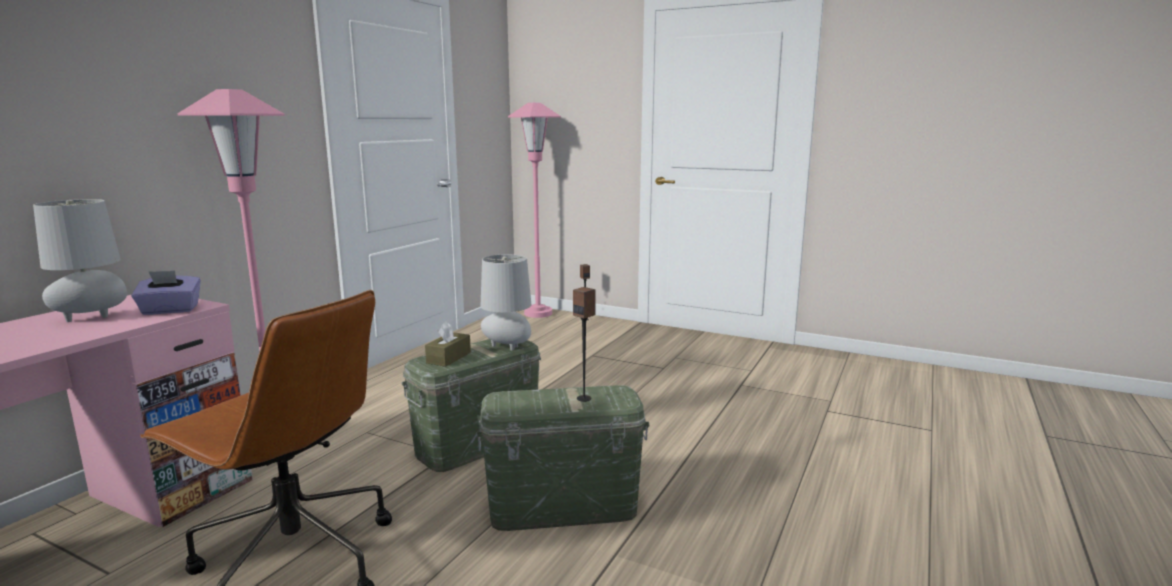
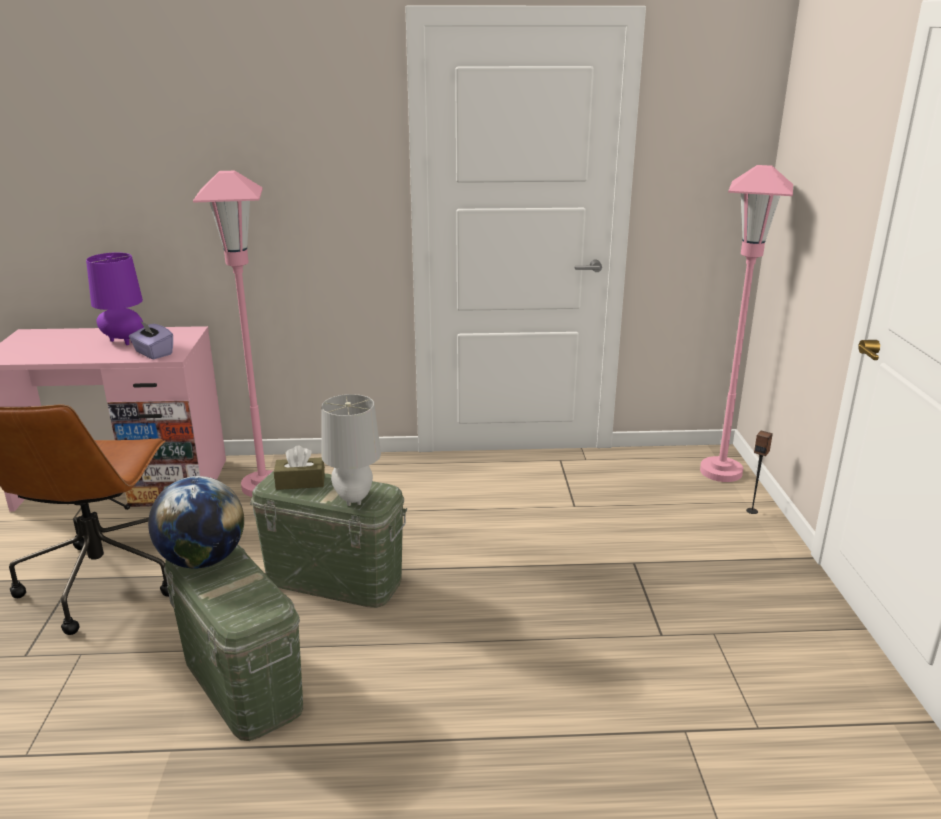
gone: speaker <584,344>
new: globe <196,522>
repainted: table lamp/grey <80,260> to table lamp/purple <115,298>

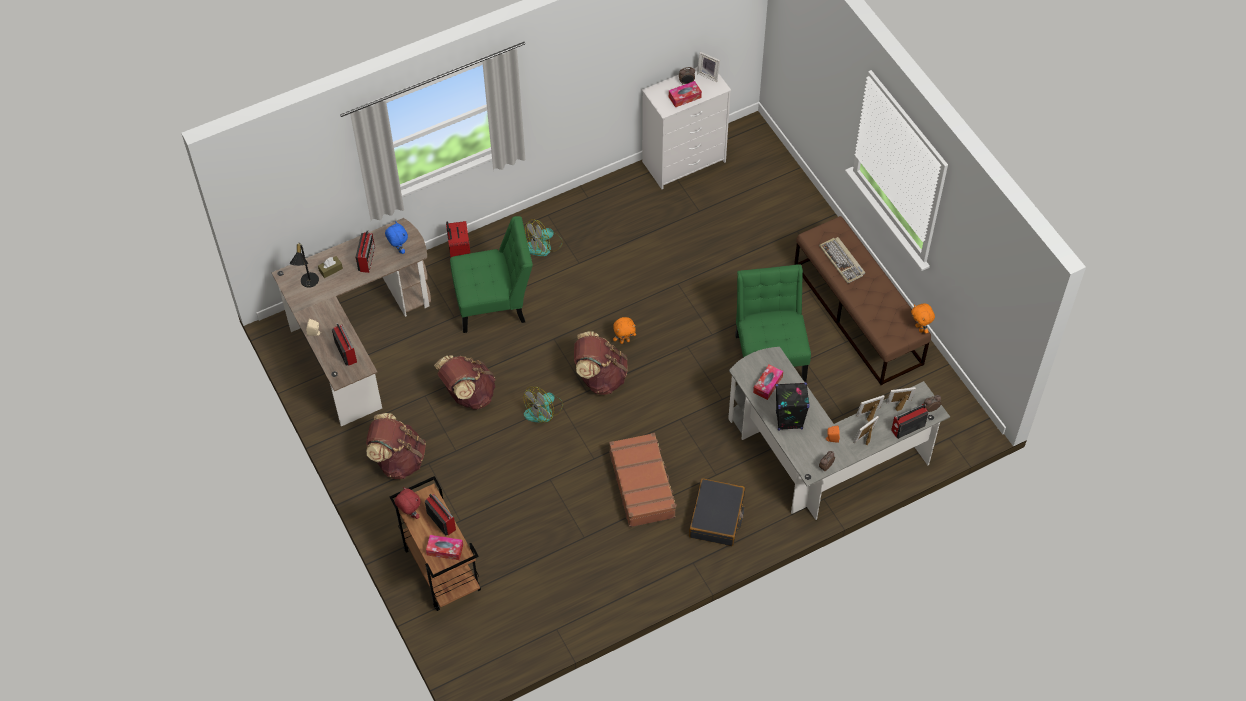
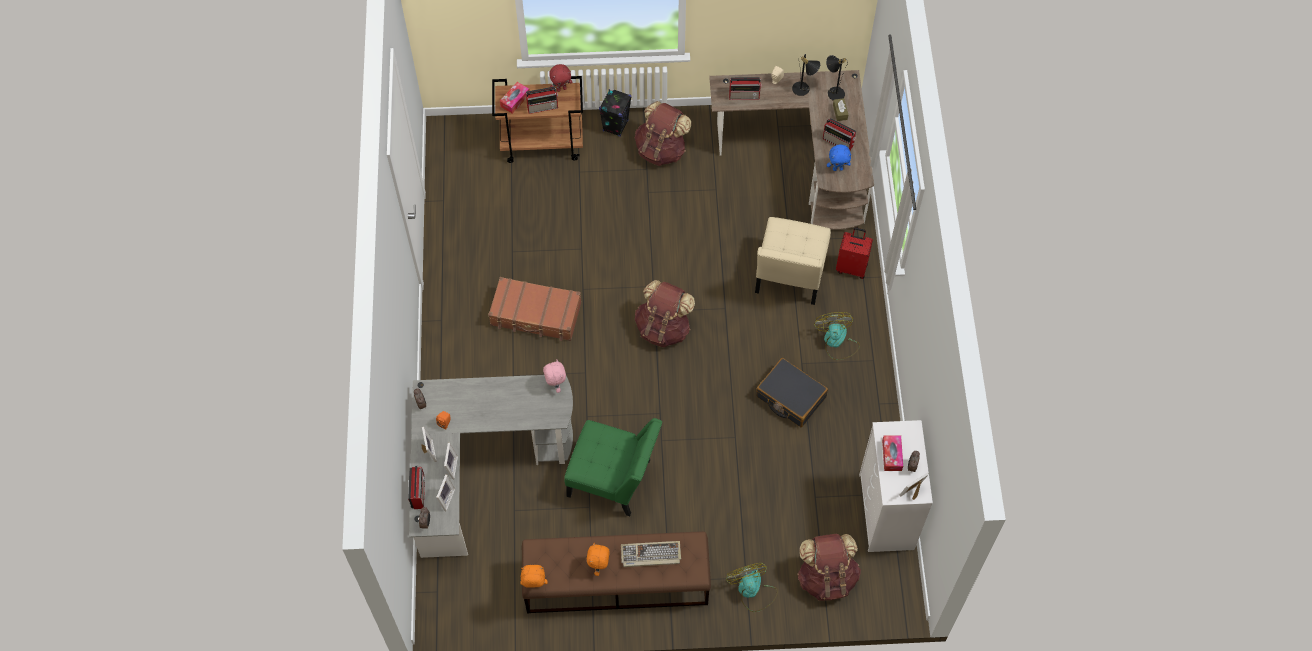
gone: tissue box <768,382>
new: plush toy/pink <554,376>; table lamp/black <806,75>
shifted: plush toy/orange <624,330> to <598,559>; speaker/black <792,406> to <615,113>; fan <543,405> to <752,587>; suitcase/black <717,512> to <792,392>; backpack/brown <465,382> to <829,567>
repainted: chair/green <491,274> to chair/beige <793,261>

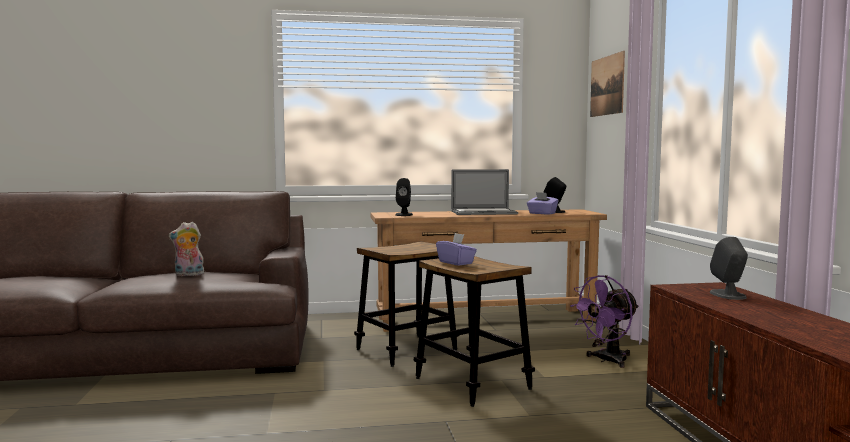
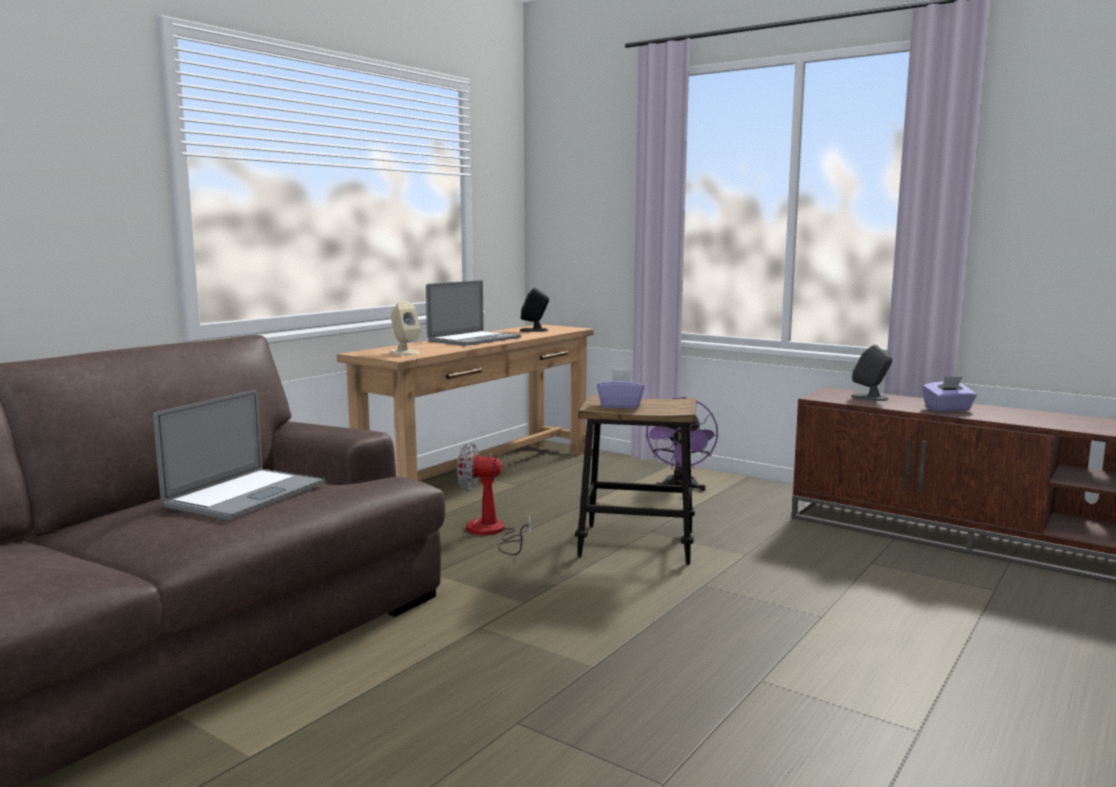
gone: picture <607,84>
shifted: tissue box/purple <542,203> to <949,394>
swapped: plush toy <186,249> to laptop <239,455>; stool <406,304> to fan <494,498>
repainted: speaker/black <404,197> to speaker/beige <405,328>

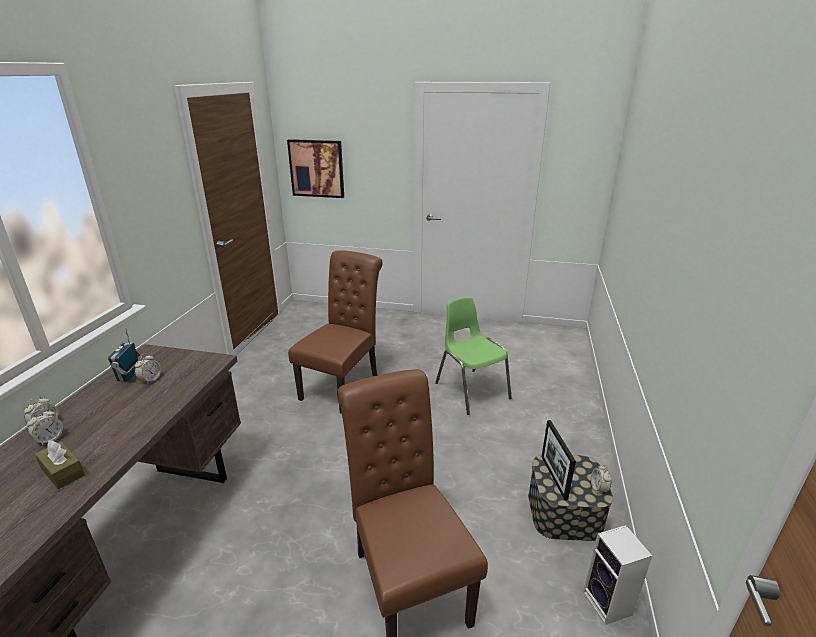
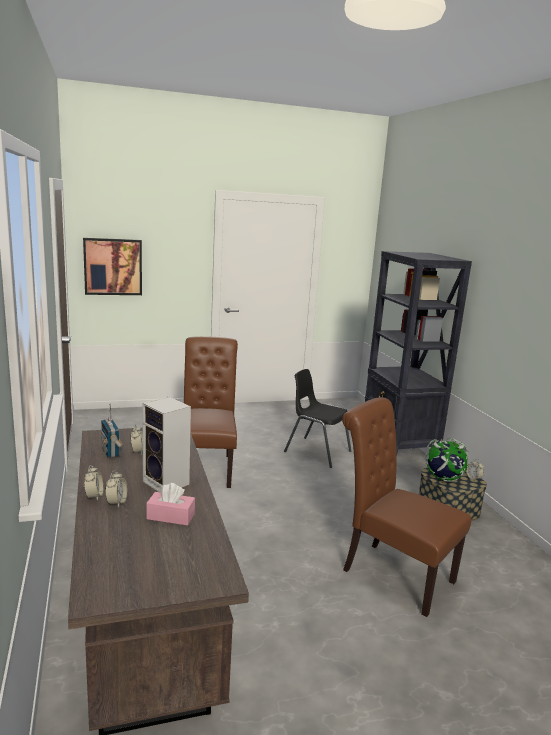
new: bookcase/black <418,351>
shifted: speaker <617,575> to <166,444>
swapped: picture frame <559,460> to globe <446,460>
repainted: tissue box/brown <60,464> to tissue box/pink <170,504>; chair/green <473,356> to chair/black <317,418>

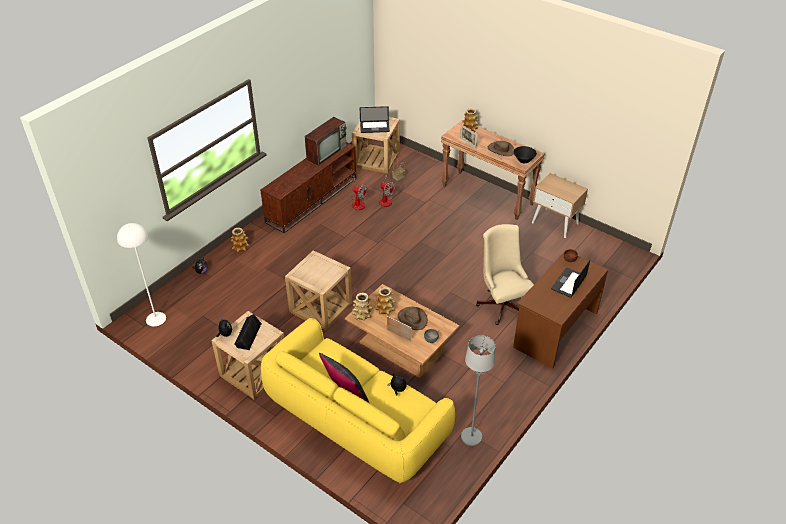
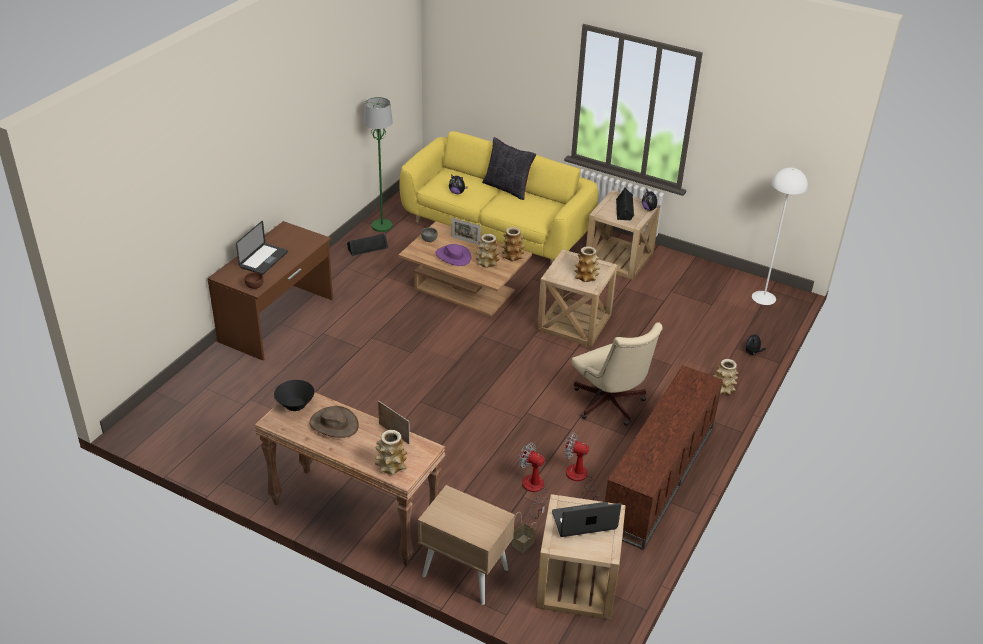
gone: television <326,141>
new: speaker/black <367,244>; vase <587,264>
shifted: nightstand/beige <560,205> to <466,545>; office chair/beige <505,274> to <617,374>
repainted: floor lamp/grey <478,390> to floor lamp/green <378,164>; hat/brown <413,318> to hat/purple <453,255>

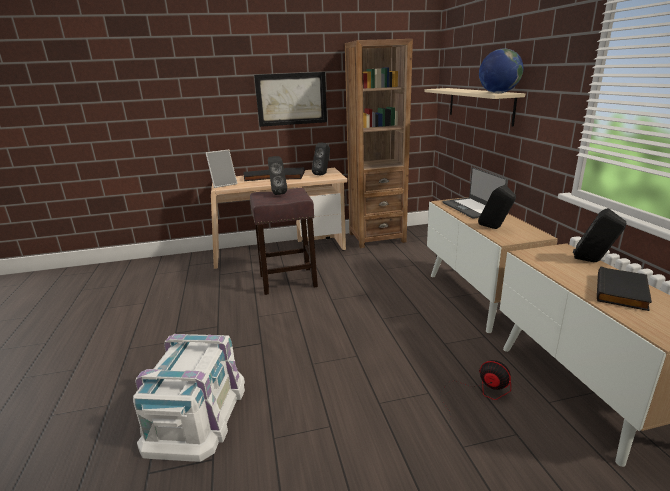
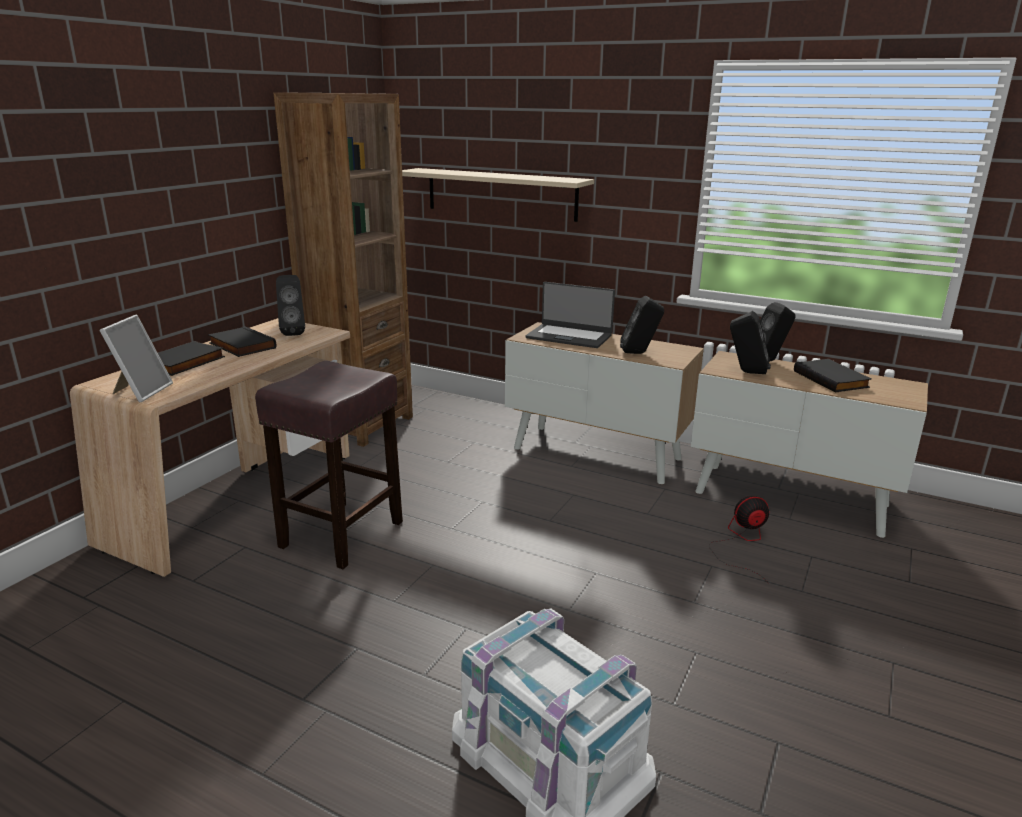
gone: picture <290,99>; globe <501,70>
shifted: speaker/black <277,175> to <750,342>

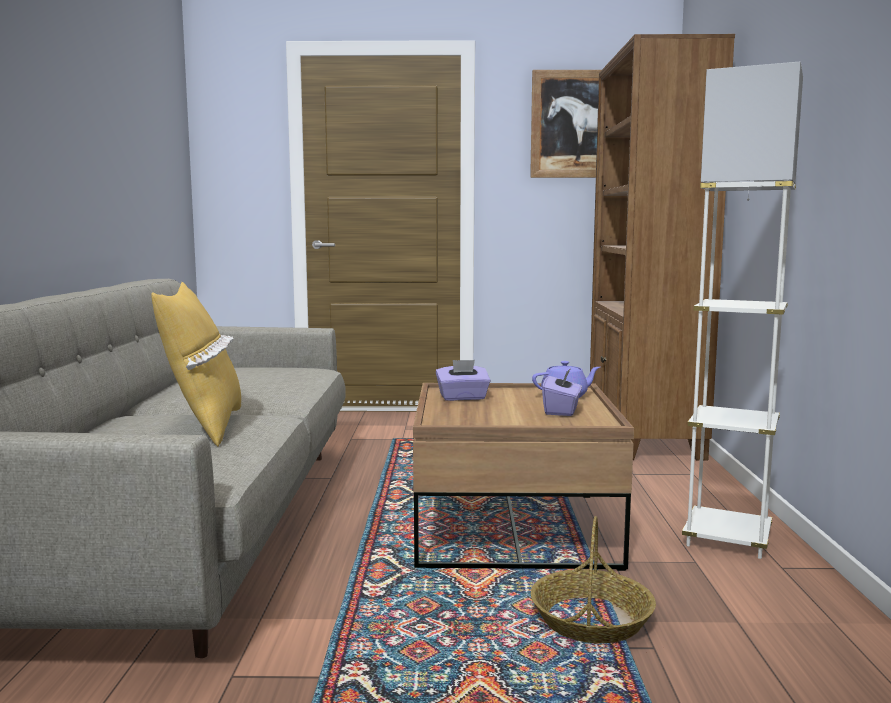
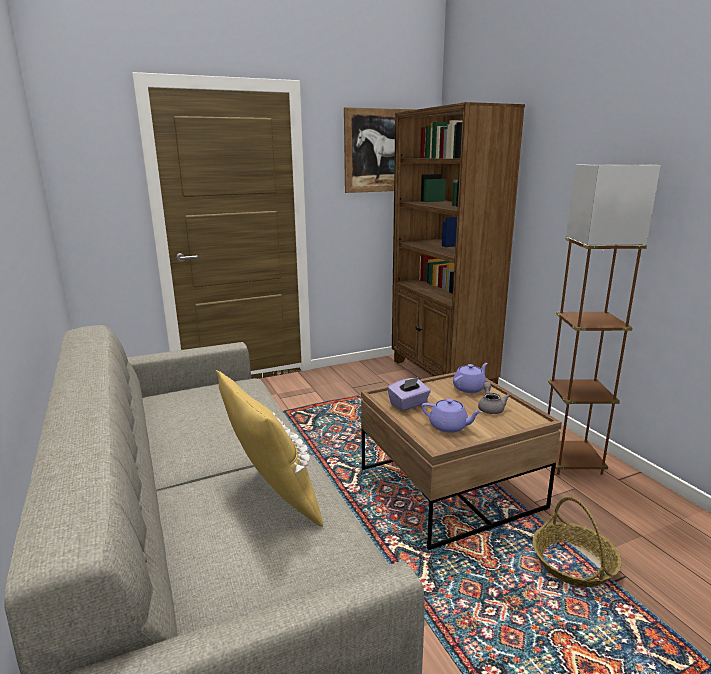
new: teapot/purple <452,416>
swapped: tissue box/purple <562,392> to teapot/grey <494,398>
repainted: floor lamp/white <742,310> to floor lamp/brown <604,319>

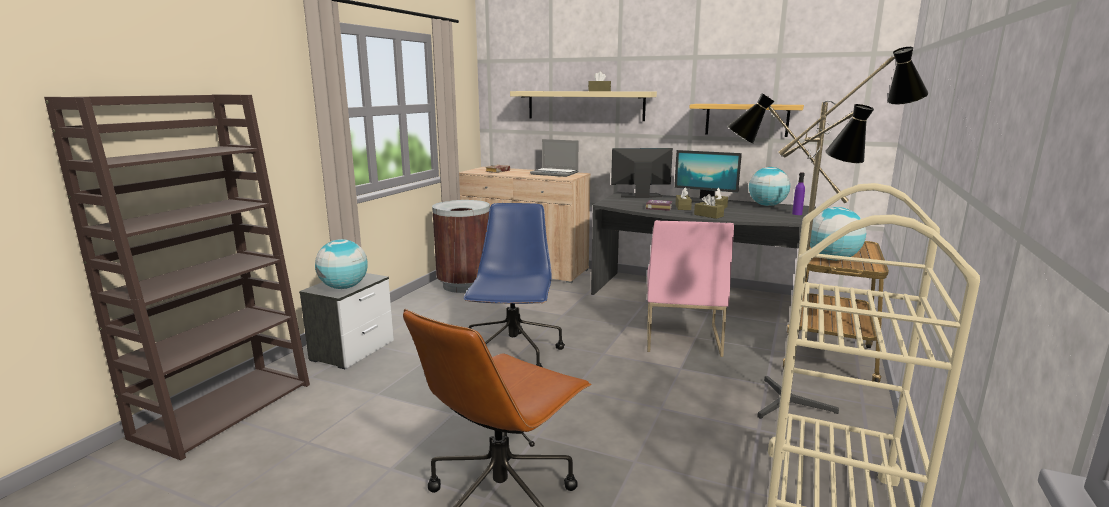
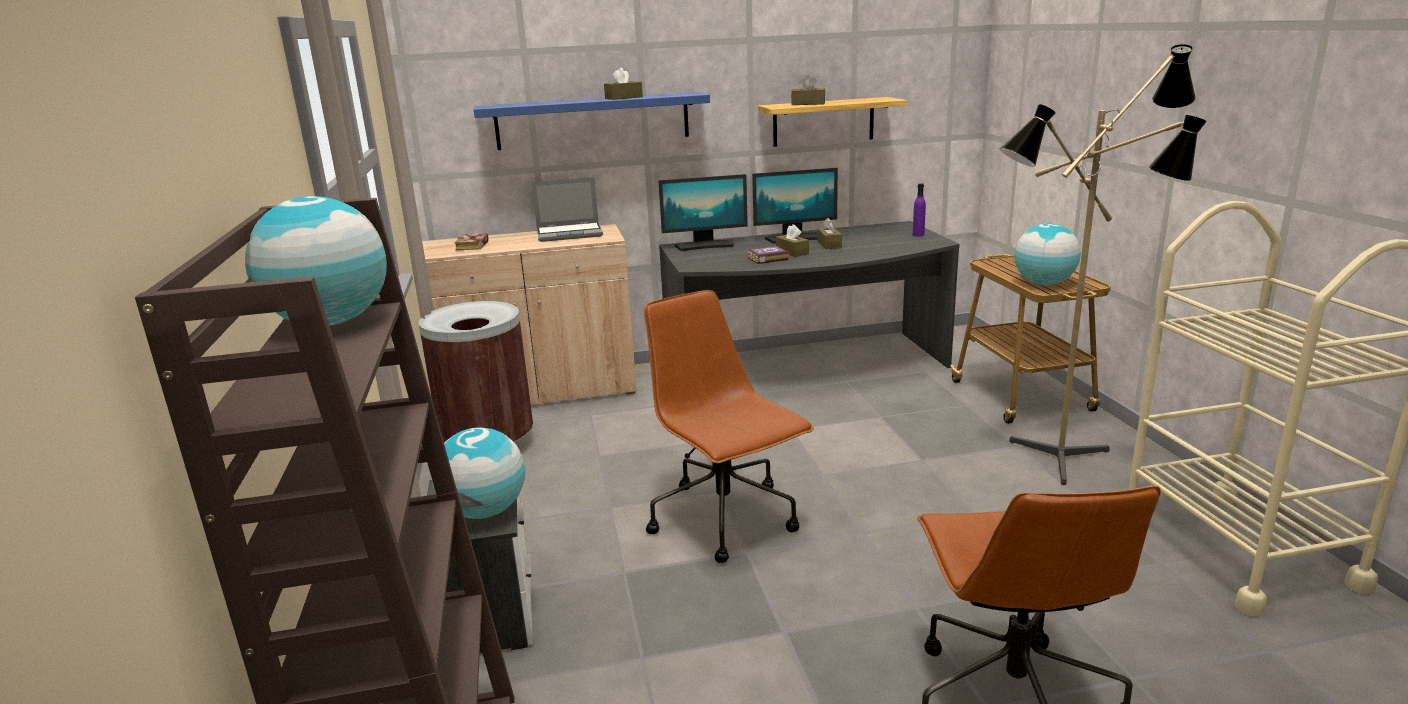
gone: chair/pink <690,288>
shifted: globe <769,186> to <316,261>; tissue box/brown <709,206> to <808,90>
repainted: shelf/beige <583,106> to shelf/blue <592,121>; office chair/blue <514,285> to office chair/brown <729,426>
rotated: monitor <642,173> = <703,212> 150 degrees counterclockwise

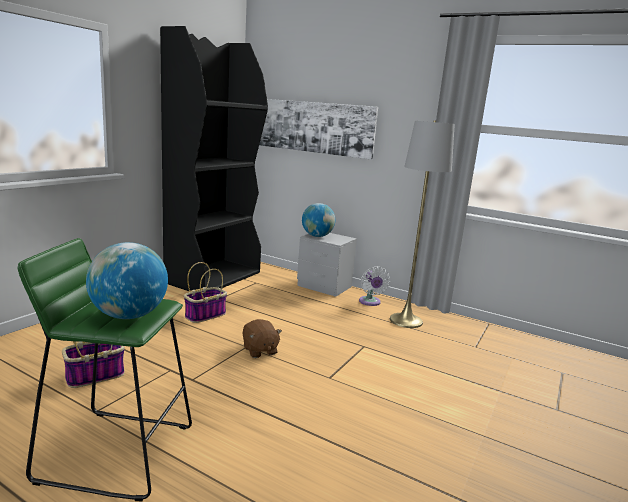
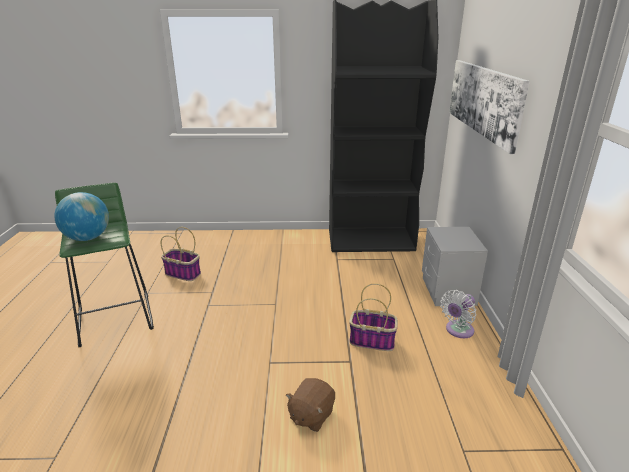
gone: globe <318,220>; floor lamp/grey <422,224>
shifted: plush toy/brown <262,338> to <310,405>; basket <205,292> to <373,317>

